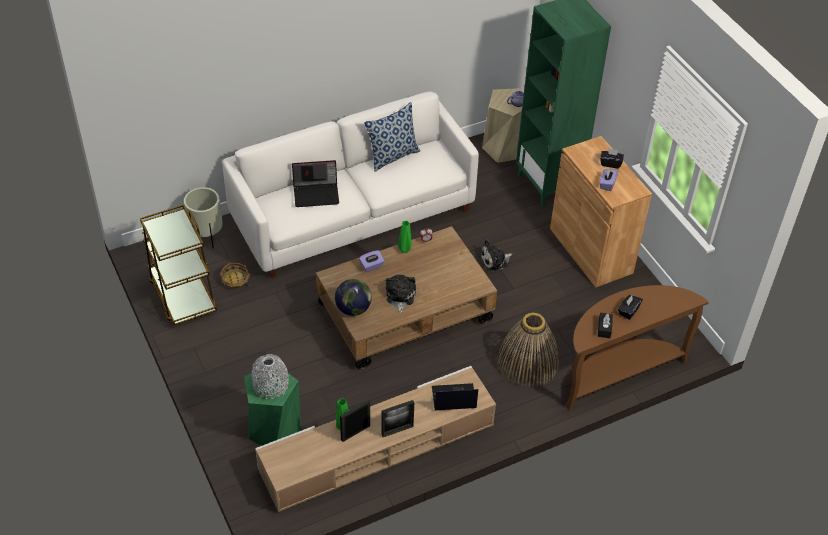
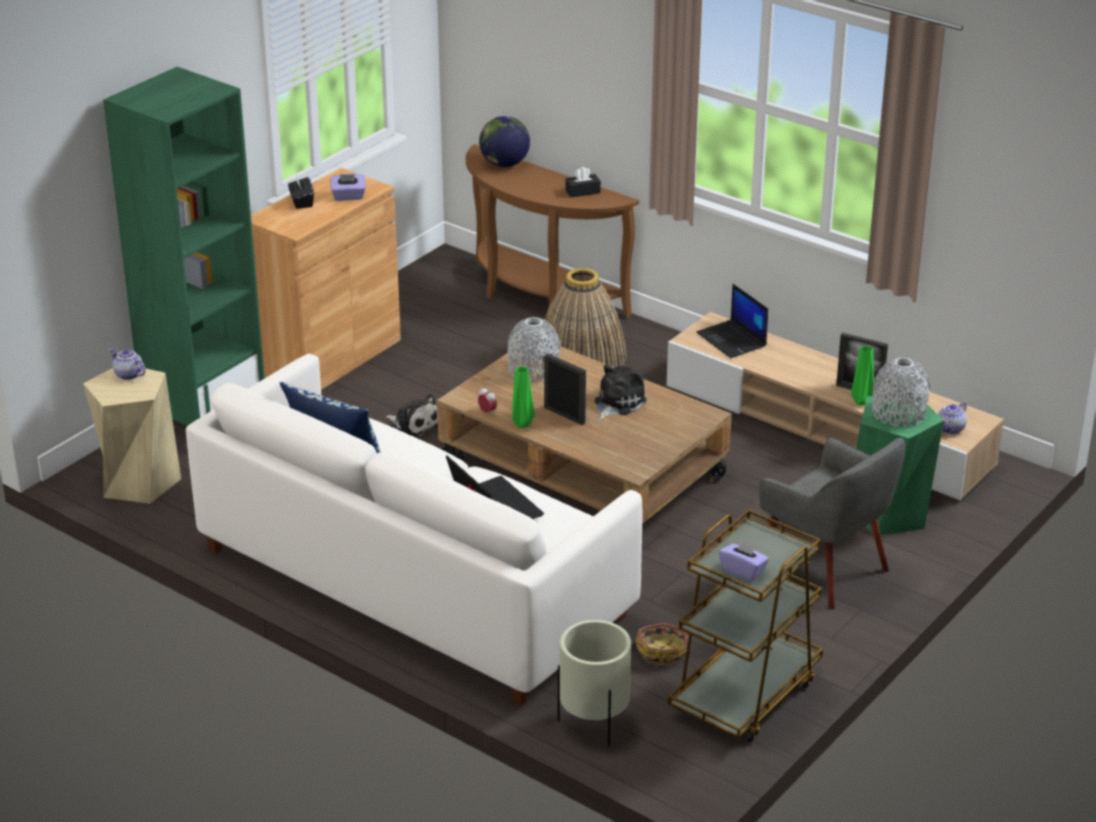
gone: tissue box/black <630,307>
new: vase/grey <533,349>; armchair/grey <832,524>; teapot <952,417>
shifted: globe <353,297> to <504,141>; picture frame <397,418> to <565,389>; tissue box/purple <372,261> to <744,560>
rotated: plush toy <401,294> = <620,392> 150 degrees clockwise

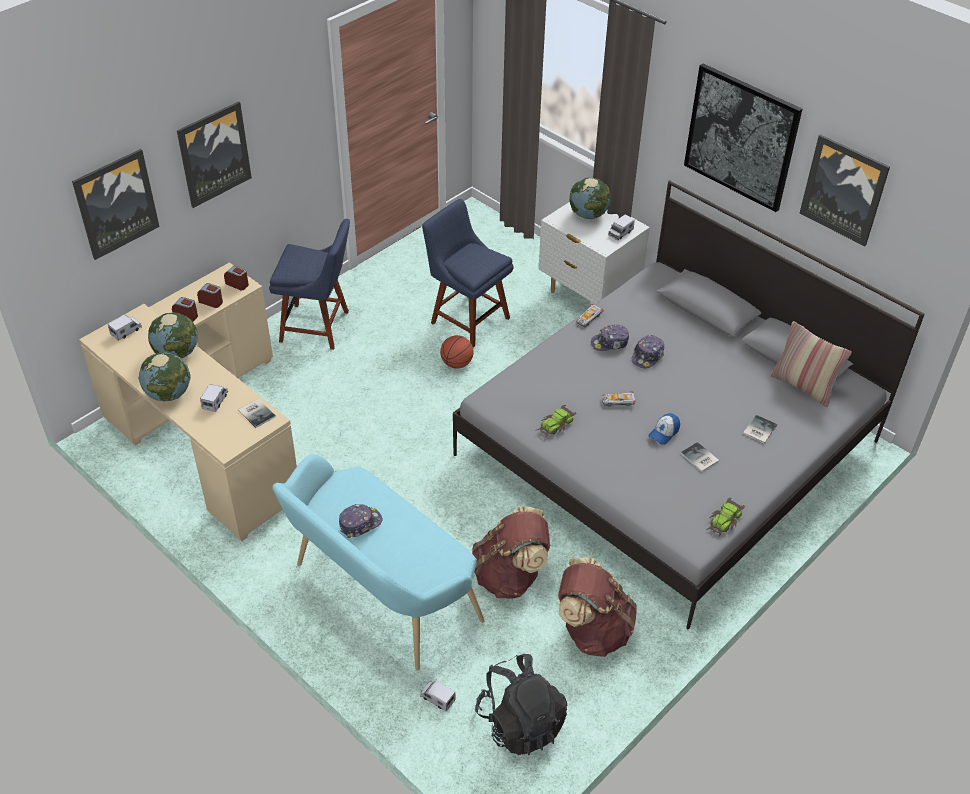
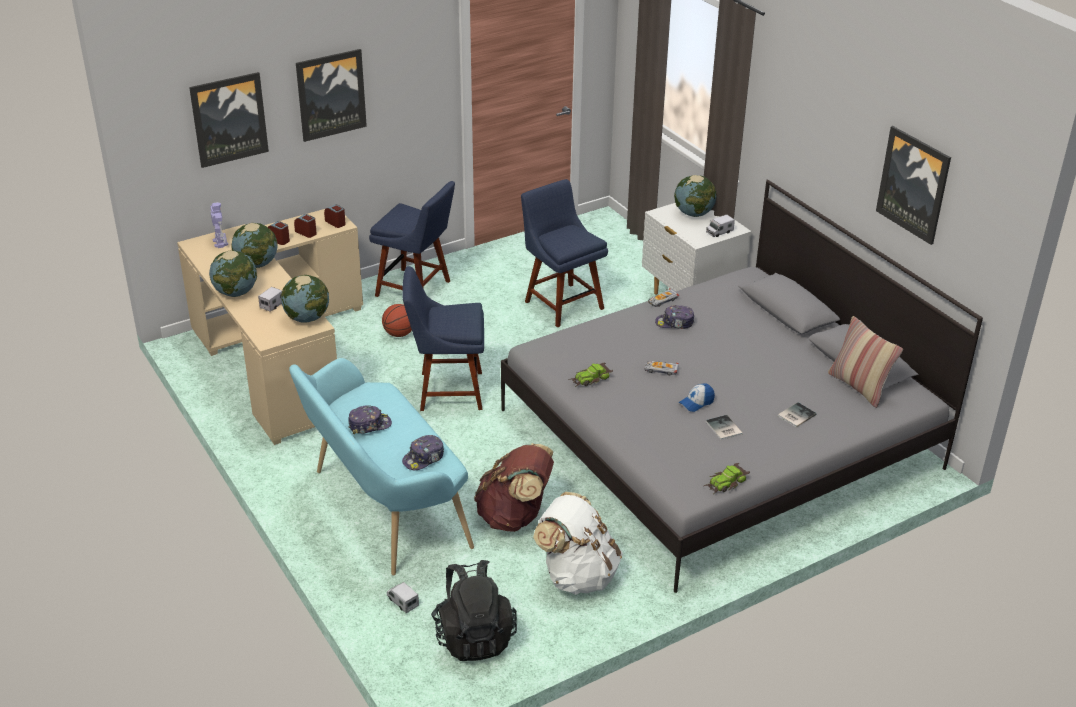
gone: picture <743,138>
new: chair/blue <443,338>
shifted: basketball <457,352> to <397,320>; cap <648,351> to <423,452>
swapped: toy truck <125,327> to toy robot <219,225>; book <257,413> to globe <305,299>
repainted: backpack/brown <597,607> to backpack/white <578,543>

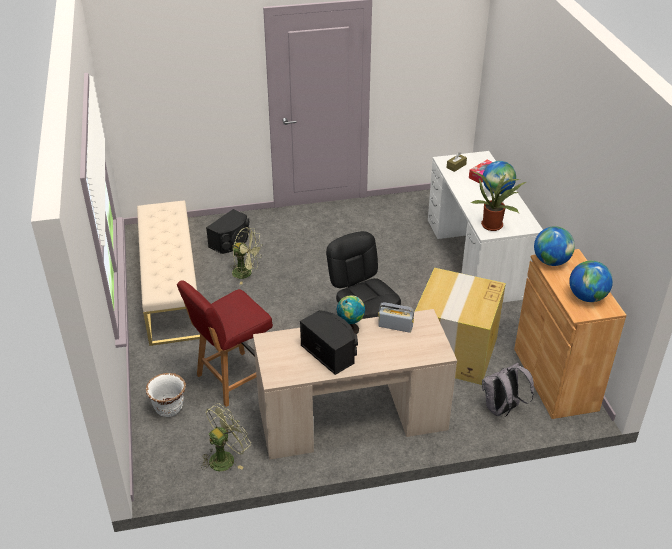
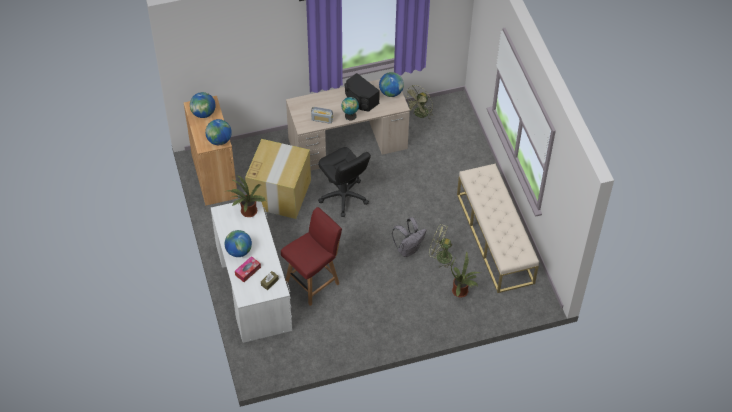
gone: planter/white <166,395>
new: globe <391,84>
shifted: chair/red <225,343> to <311,256>; backpack/grey <508,390> to <409,237>
swapped: speaker/black <228,231> to potted plant <466,274>

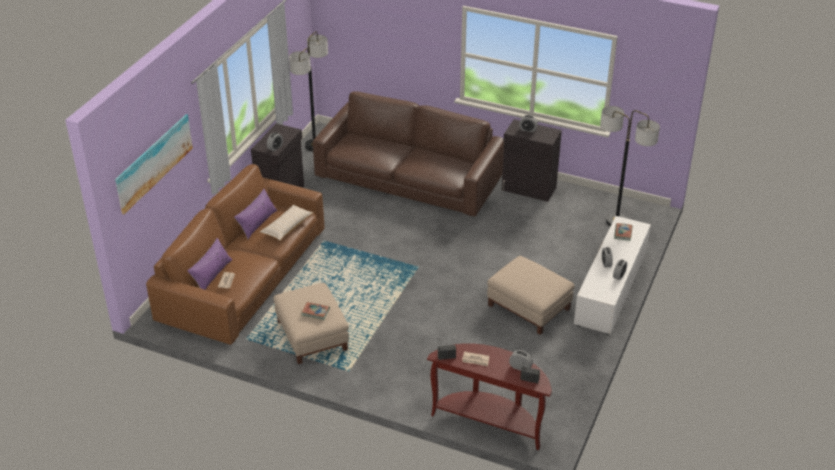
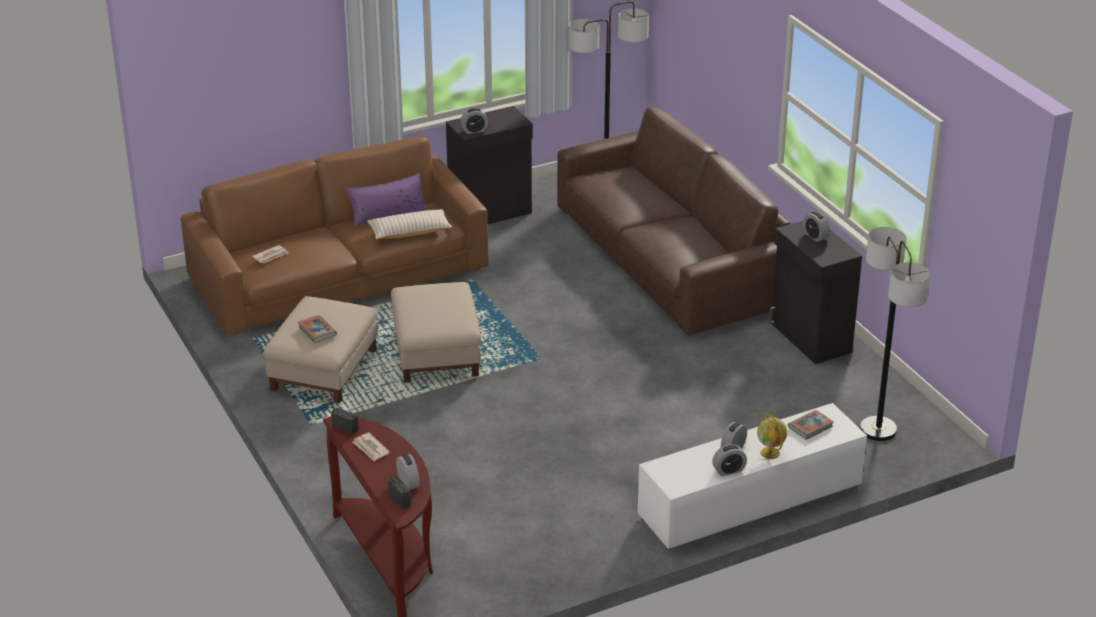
gone: picture <154,164>; pillow/purple <209,264>
new: globe <772,436>
shifted: ottoman/beige <531,295> to <436,332>

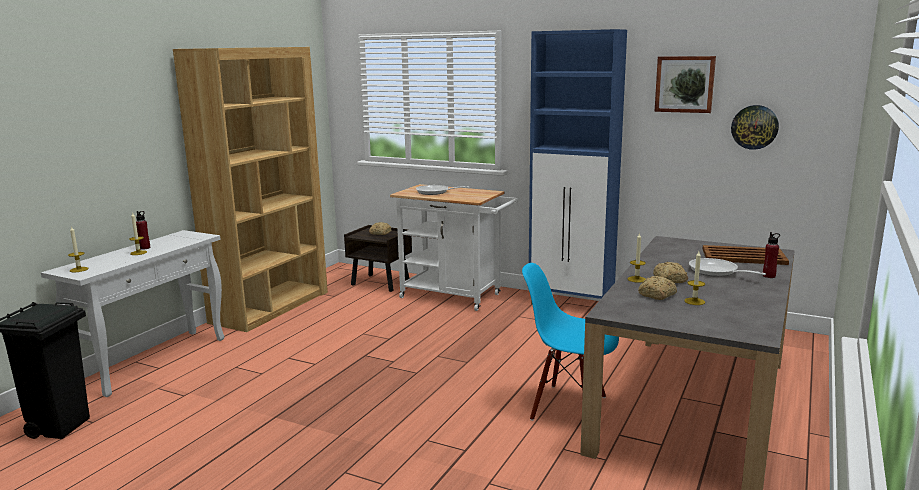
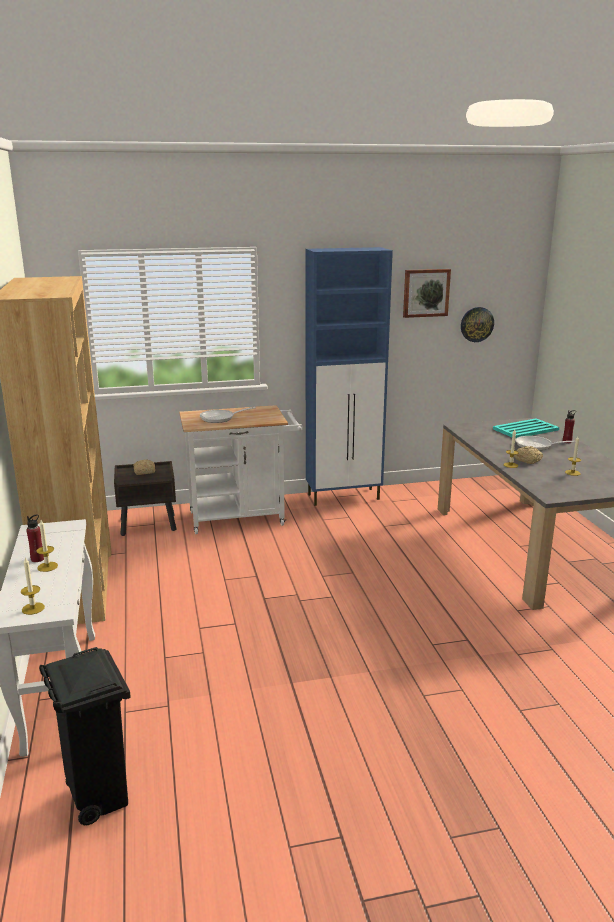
gone: chair/blue <570,342>; bread <657,288>
repainted: tray/brown <746,255> to tray/turquoise <526,428>

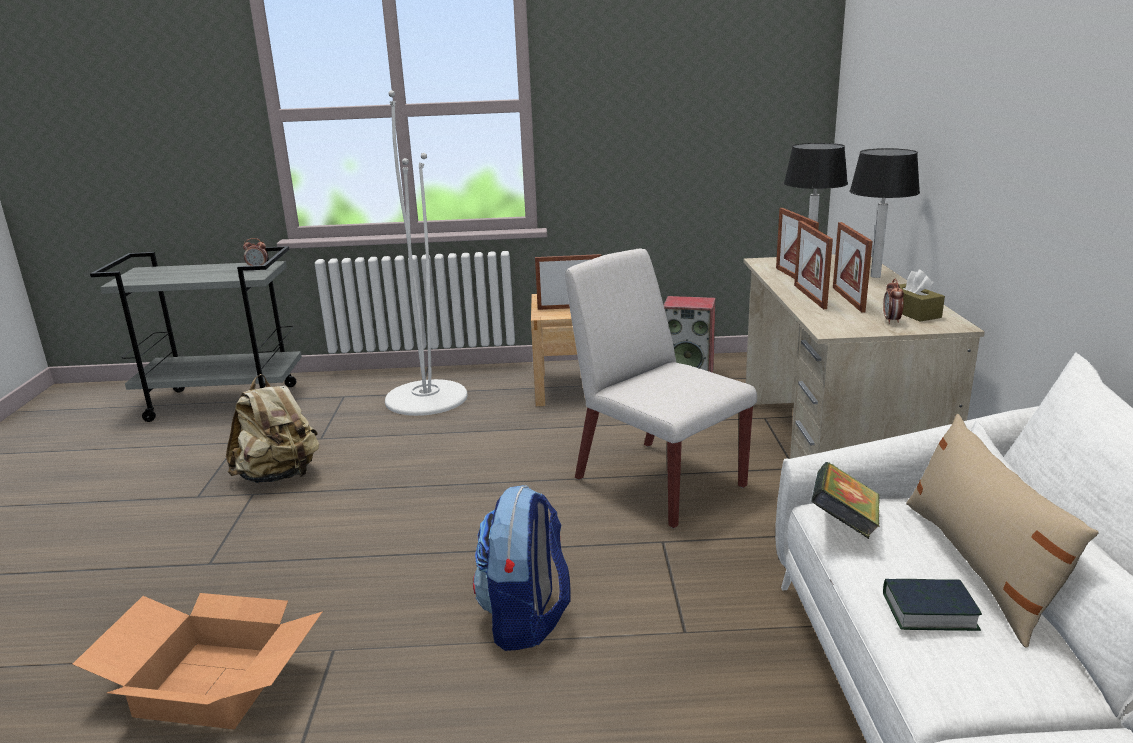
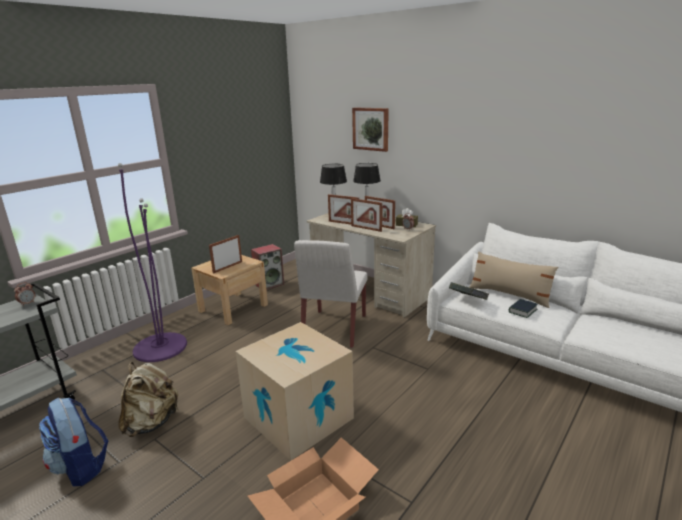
new: cardboard box <294,391>; picture <370,129>
shifted: backpack <522,568> to <73,442>
repainted: floor lamp/white <426,253> to floor lamp/purple <152,262>
rotated: chair/white <661,388> = <330,294> 75 degrees counterclockwise

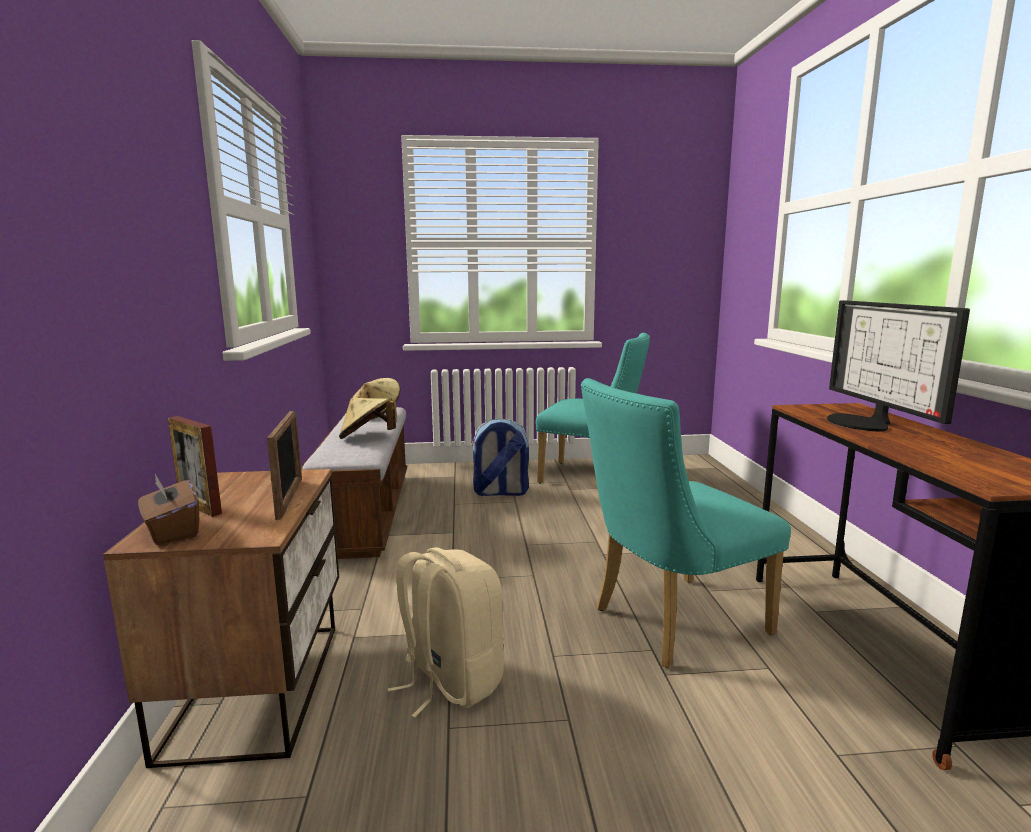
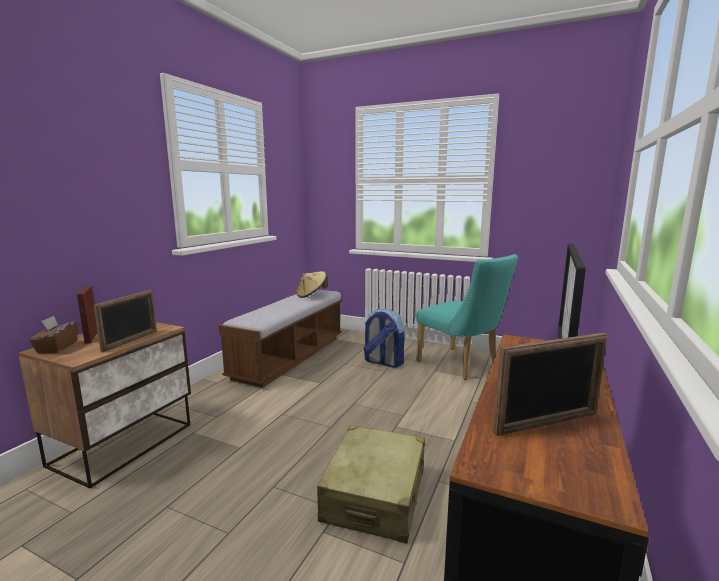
gone: hat/beige <368,418>; backpack/beige <446,632>
new: picture frame <550,384>
swapped: chair/turquoise <686,523> to suitcase/beige <371,484>

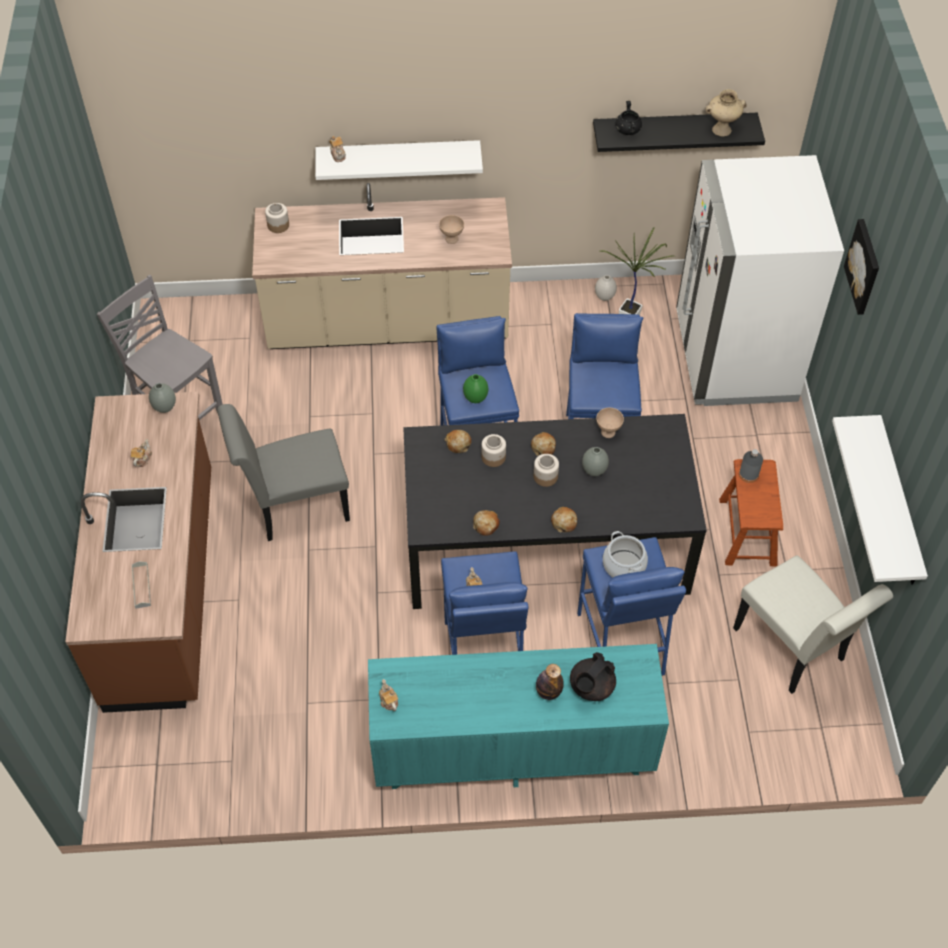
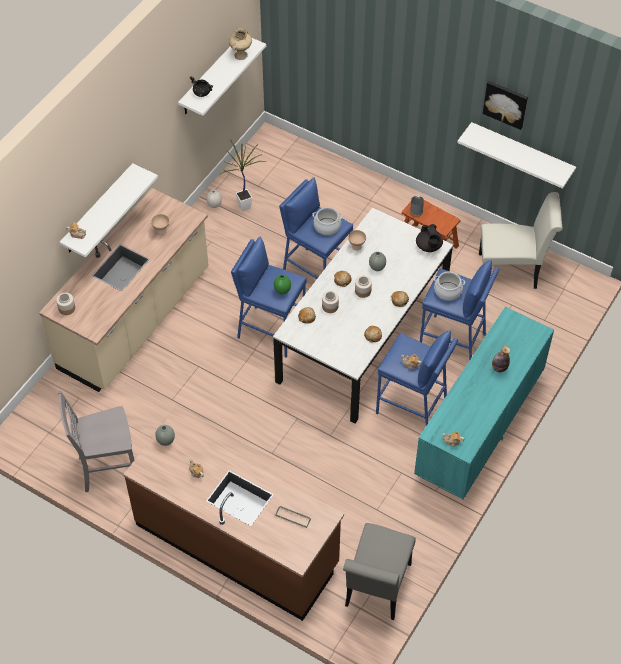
gone: fridge/white <760,280>
new: cooking pot <327,221>
shifted: chair/grey <283,472> to <379,571>; teapot/black <593,676> to <429,238>; picture <861,267> to <505,105>
repainted: shelf/black <679,132> to shelf/white <222,77>; dining table/black <555,511> to dining table/white <363,315>

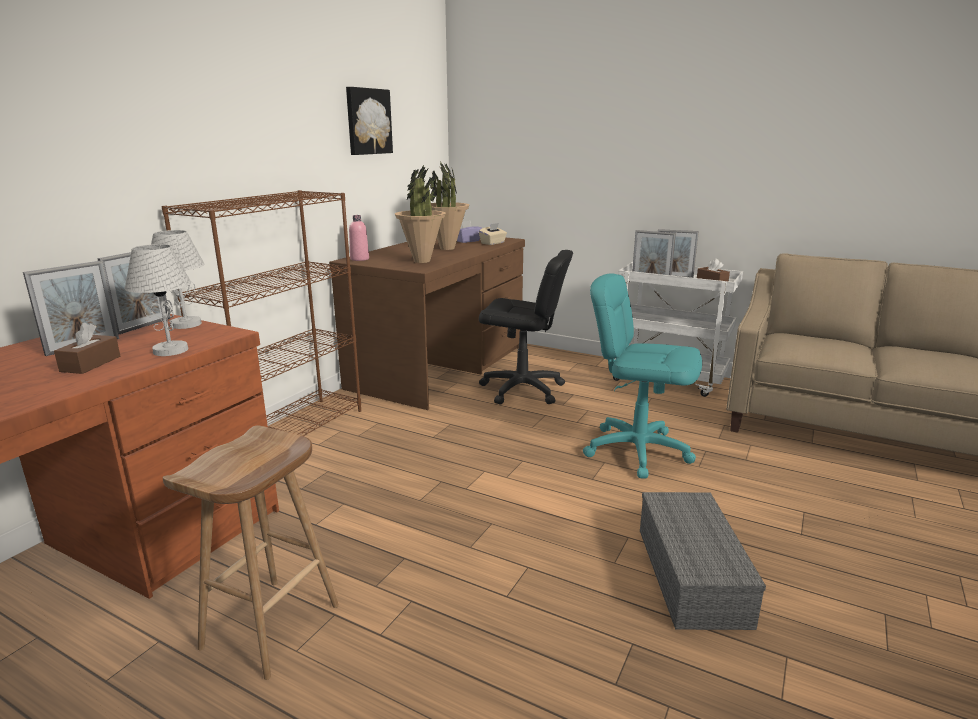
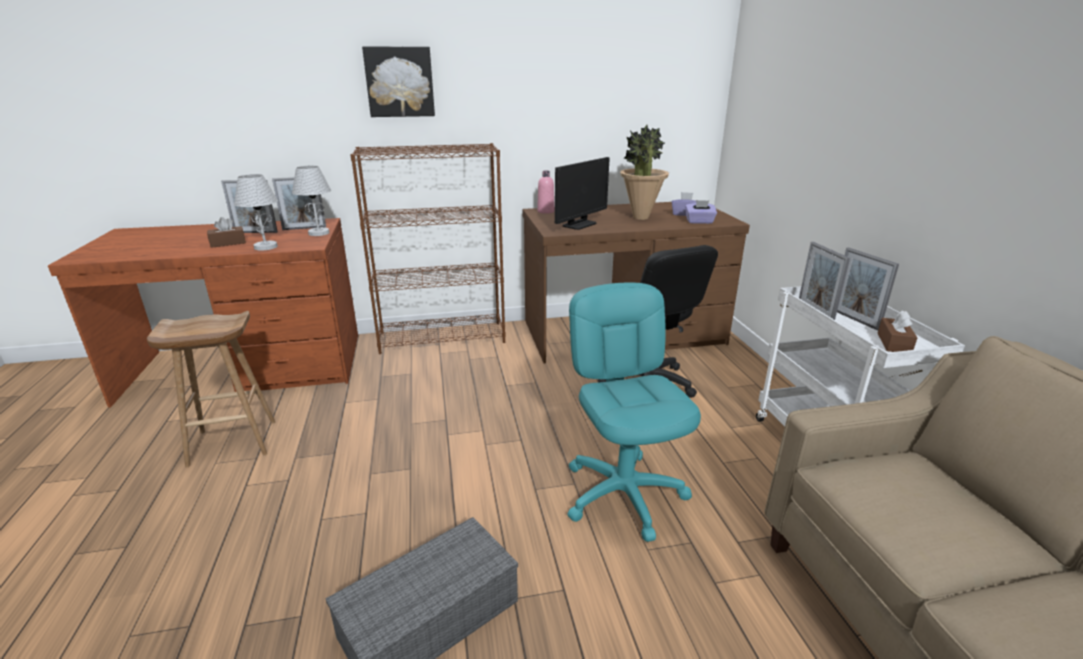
shifted: picture <369,121> to <398,81>
swapped: potted plant <420,214> to monitor <582,193>
repainted: tissue box/beige <493,234> to tissue box/purple <701,212>

